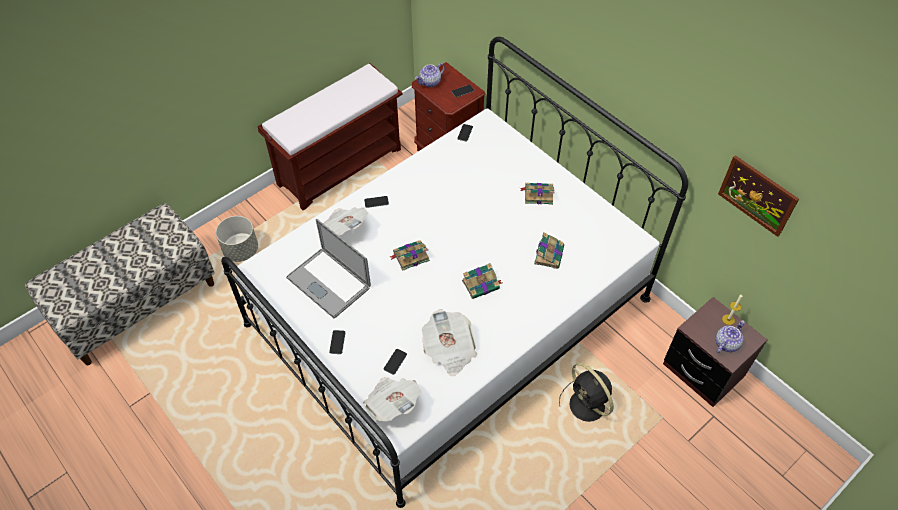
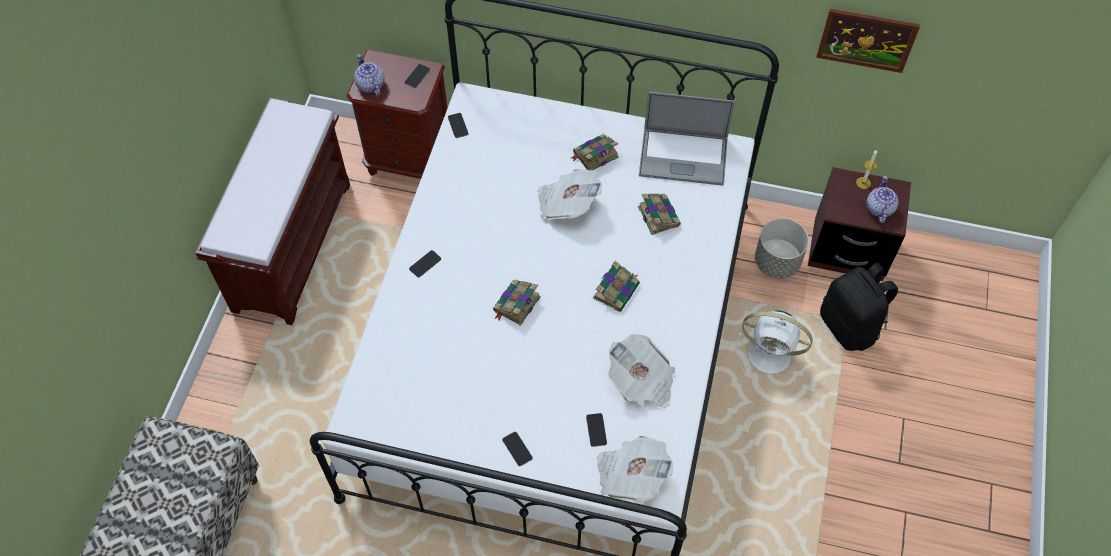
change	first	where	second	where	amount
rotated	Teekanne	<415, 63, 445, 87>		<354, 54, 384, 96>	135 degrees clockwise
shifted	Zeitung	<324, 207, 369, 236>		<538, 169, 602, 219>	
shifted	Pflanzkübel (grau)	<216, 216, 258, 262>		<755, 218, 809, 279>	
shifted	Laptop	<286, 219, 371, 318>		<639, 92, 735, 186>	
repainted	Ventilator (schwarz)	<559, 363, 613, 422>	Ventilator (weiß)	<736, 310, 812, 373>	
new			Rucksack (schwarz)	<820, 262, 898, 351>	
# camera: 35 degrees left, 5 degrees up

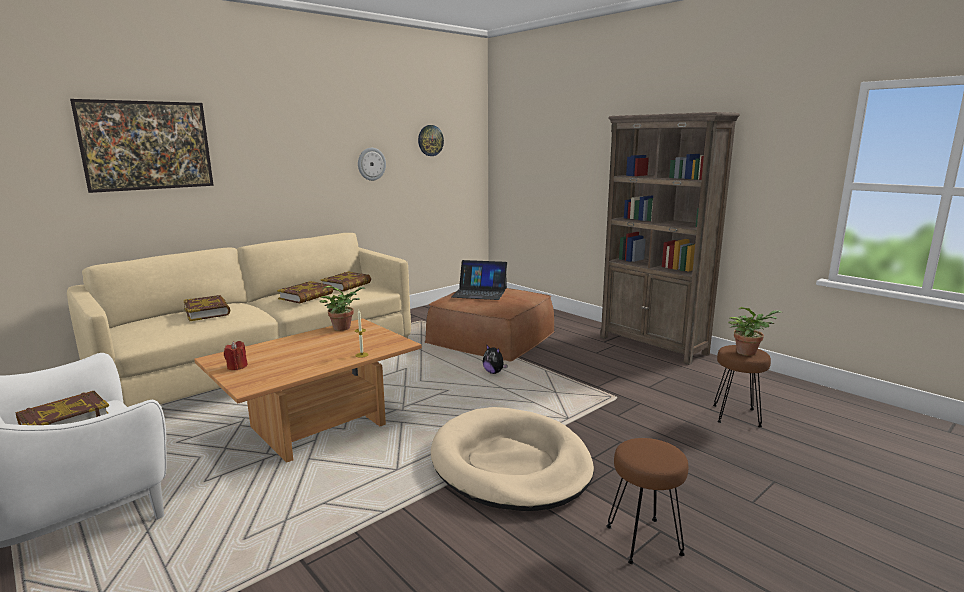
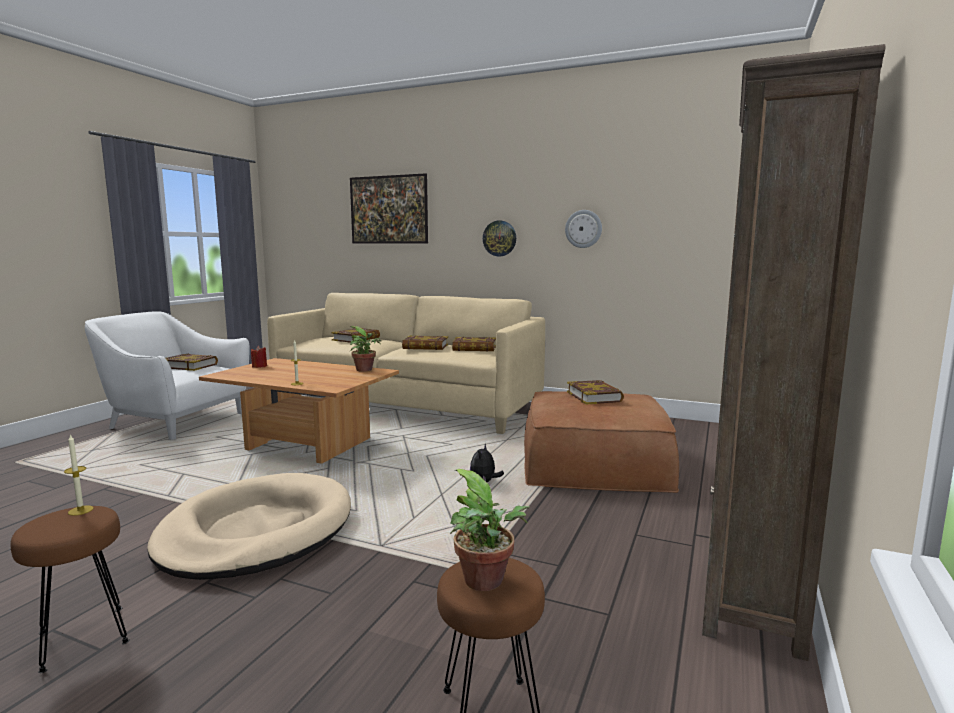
change	first	where	second	where	amount
shifted	Wanduhr	<418, 125, 444, 156>		<483, 220, 516, 256>	
swapped	Laptop	<452, 260, 507, 300>	Buch	<567, 380, 624, 404>	
new			Kerze	<64, 434, 93, 516>	
# camera: 65 degrees right, 5 degrees down

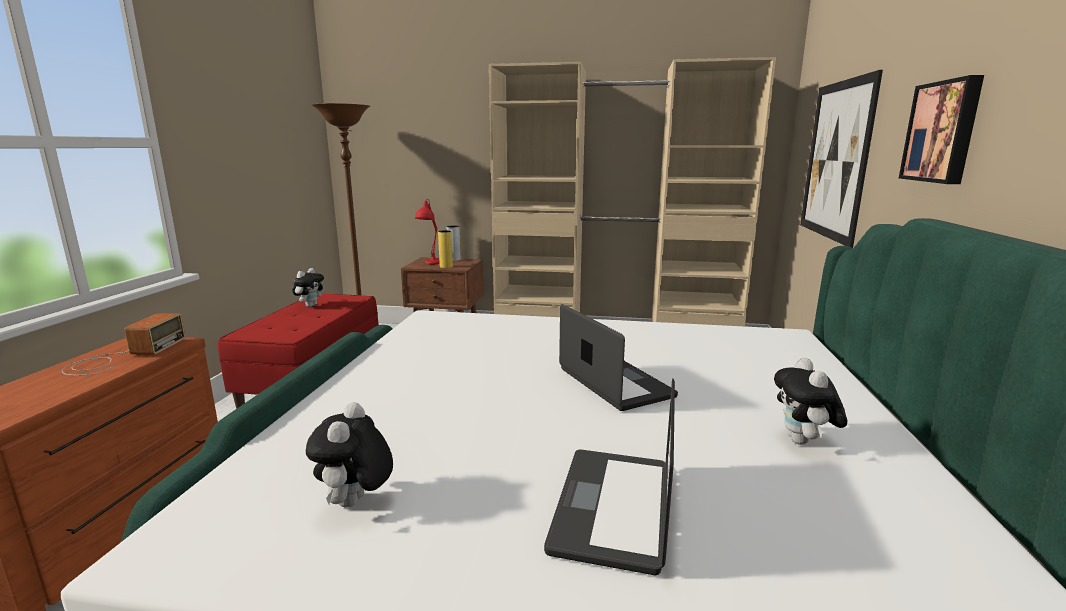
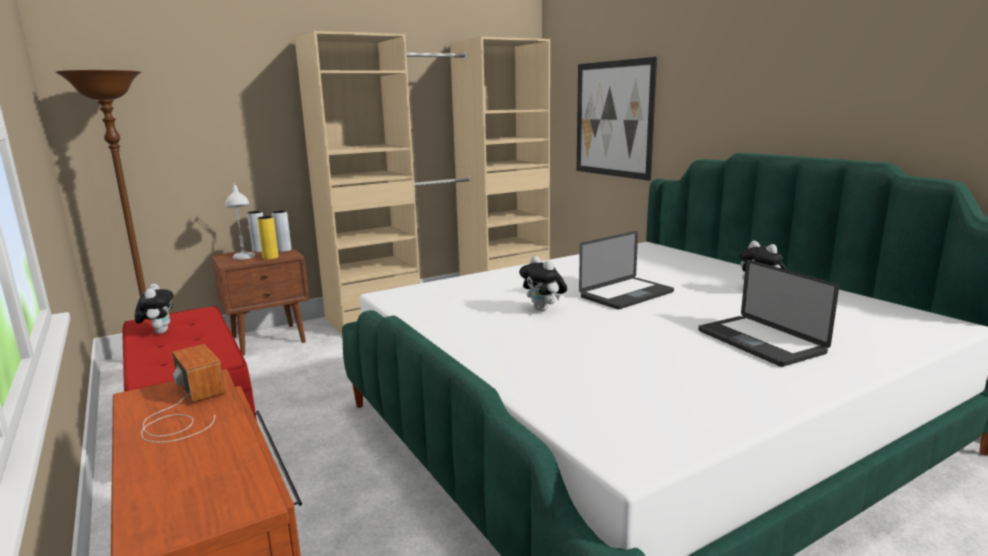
change	first	where	second	where	amount
gone	Bild	<899, 75, 984, 184>			
repainted	Tischlampe (rot)	<415, 199, 440, 265>	Tischlampe (weiß)	<225, 184, 255, 260>	
rotated	Laptop	<559, 304, 678, 411>		<579, 231, 674, 310>	120 degrees clockwise
shifted	Plüschtier	<306, 402, 393, 508>		<519, 256, 567, 312>	
new			Vase (grau)	<272, 210, 292, 252>	
# camera: 40 degrees left, 0 degrees up

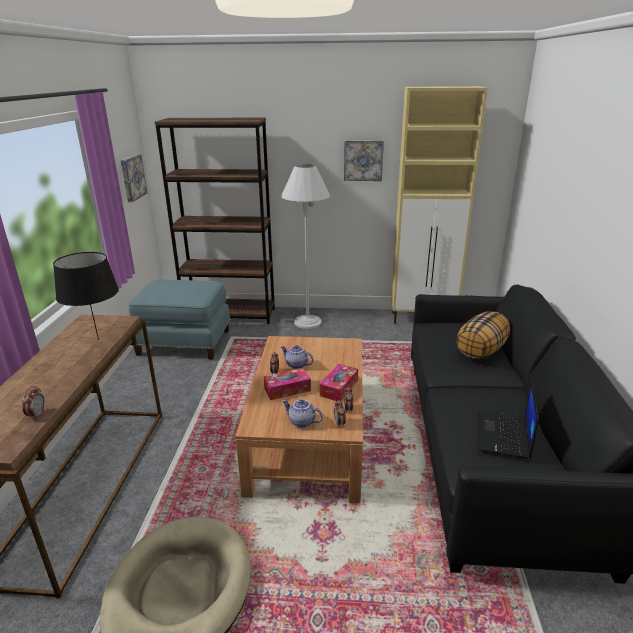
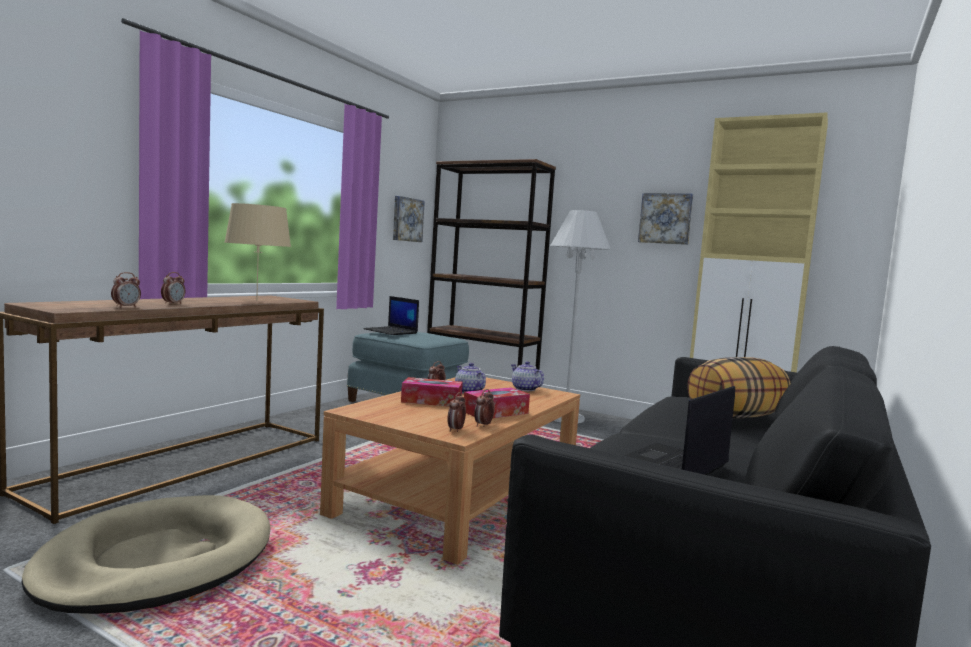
change	first	where	second	where	amount
repainted	Tischlampe (schwarz)	<53, 252, 119, 340>	Tischlampe (beige)	<225, 203, 291, 301>	
shifted	Teekanne	<282, 399, 323, 428>		<511, 361, 544, 391>	
new			Wecker	<161, 272, 185, 305>	
new			Laptop	<364, 296, 419, 335>	
# camera: 25 degrees right, 20 degrees down

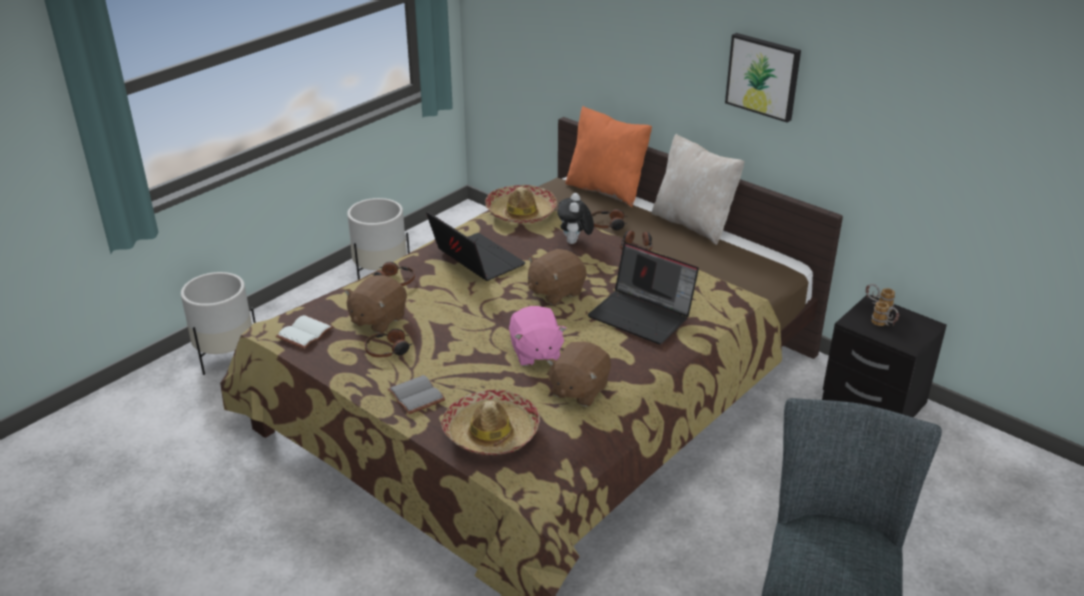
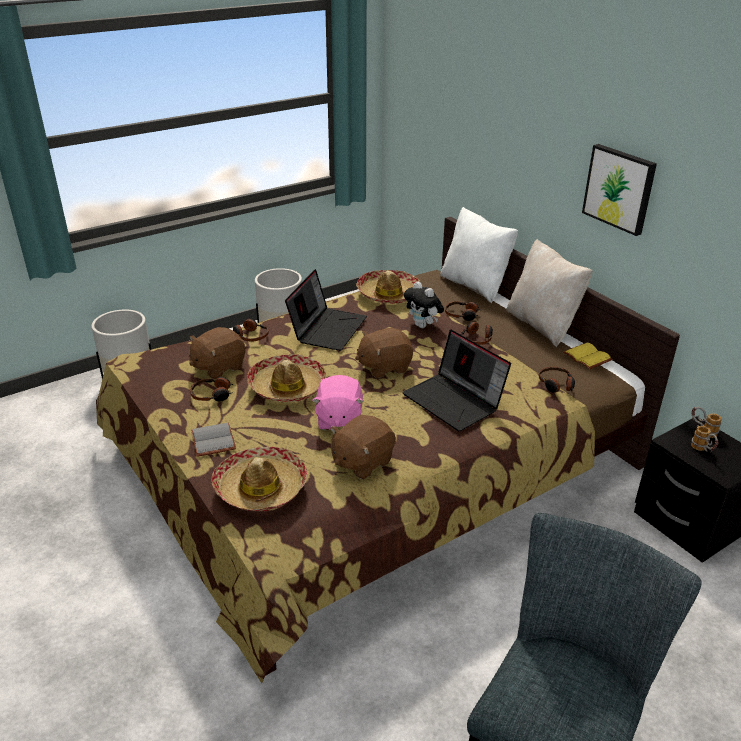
change	first	where	second	where	amount
repainted	Kissen (orange)	<565, 106, 652, 207>	Kissen (weiß)	<440, 207, 518, 303>	
rotated	Plüschtier	<557, 193, 594, 244>		<404, 281, 444, 328>	60 degrees counterclockwise
rotated	Laptop	<426, 211, 526, 281>		<285, 269, 367, 351>	45 degrees clockwise
gone	Buch (weiß)	<276, 315, 334, 349>			
new			Buch (gelb)	<563, 342, 613, 369>	
new			Hut	<247, 354, 326, 402>	
new			Kopfhörer	<539, 367, 575, 393>	
# camera: 15 degrees right, 0 degrees up

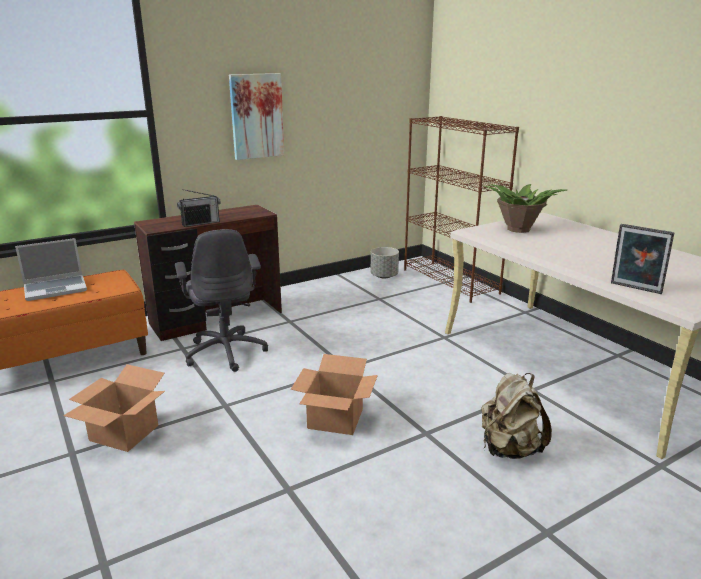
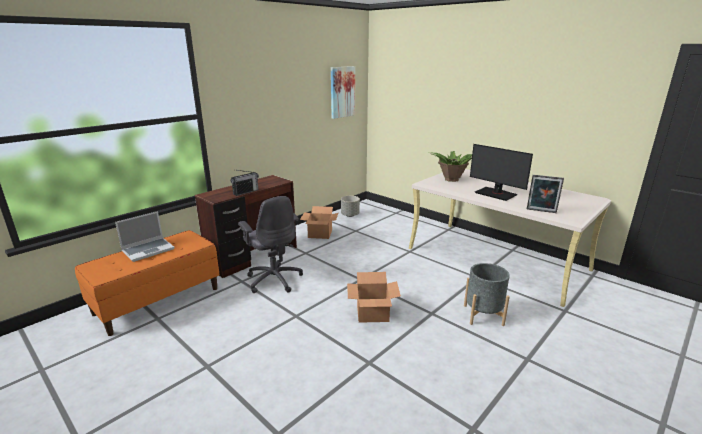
change	first	where	second	where	amount
shifted	Bild	<229, 73, 284, 160>		<331, 66, 355, 119>	
gone	Bücherregal (braun)	<404, 116, 519, 303>			
shifted	Karton	<63, 364, 165, 452>		<300, 206, 338, 239>	
swapped	Rucksack (beige)	<481, 373, 552, 459>	Pflanzkübel (grau)	<464, 263, 510, 326>	
new			Monitor	<470, 144, 533, 201>	
# camera: 15 degrees left, 0 degrees up

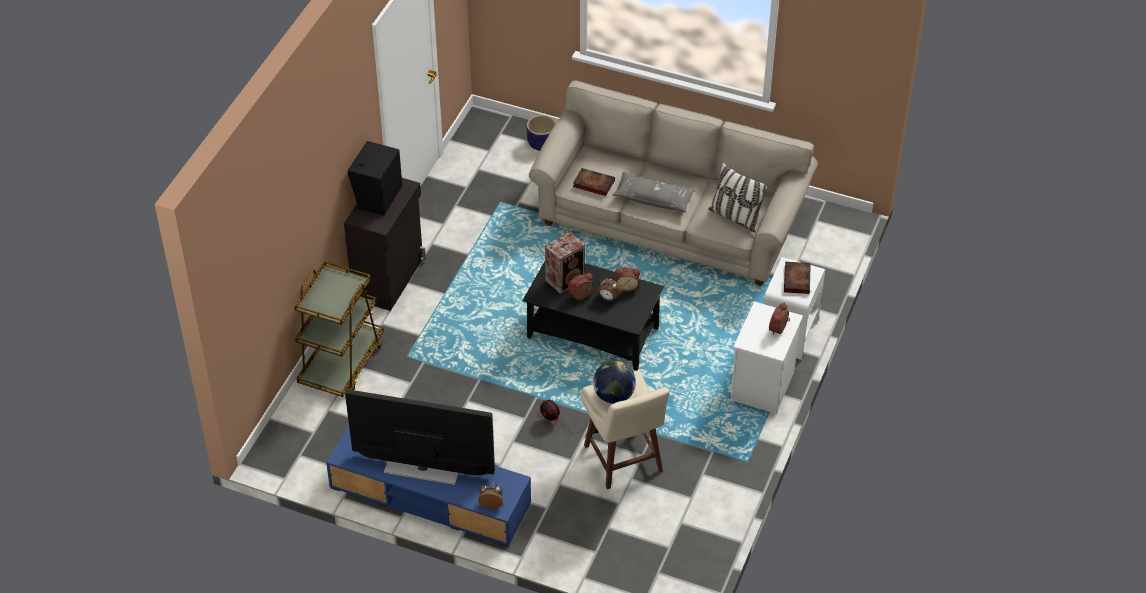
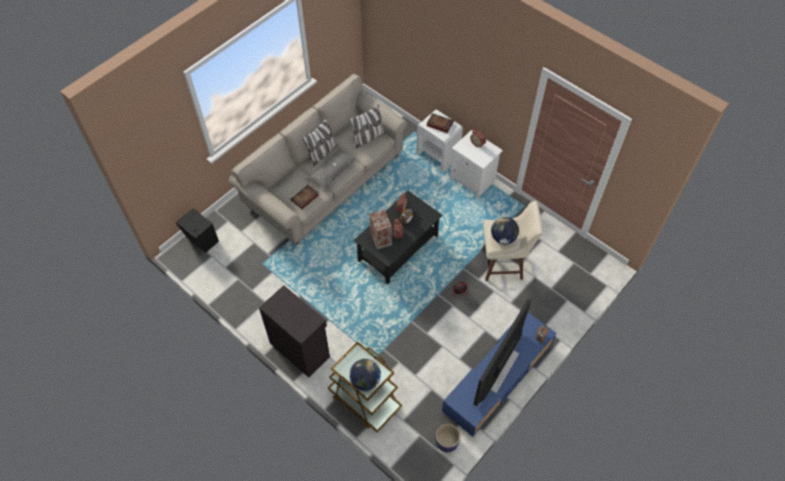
change	first	where	second	where	amount
shifted	Pflanzkübel	<527, 115, 556, 151>		<435, 424, 460, 453>	
shifted	Lautsprecher (schwarz)	<348, 141, 402, 215>		<176, 208, 219, 253>	
new			Kissen	<302, 117, 338, 166>	
new			Globus	<349, 359, 381, 391>	
# camera: 70 degrees left, 10 degrees up

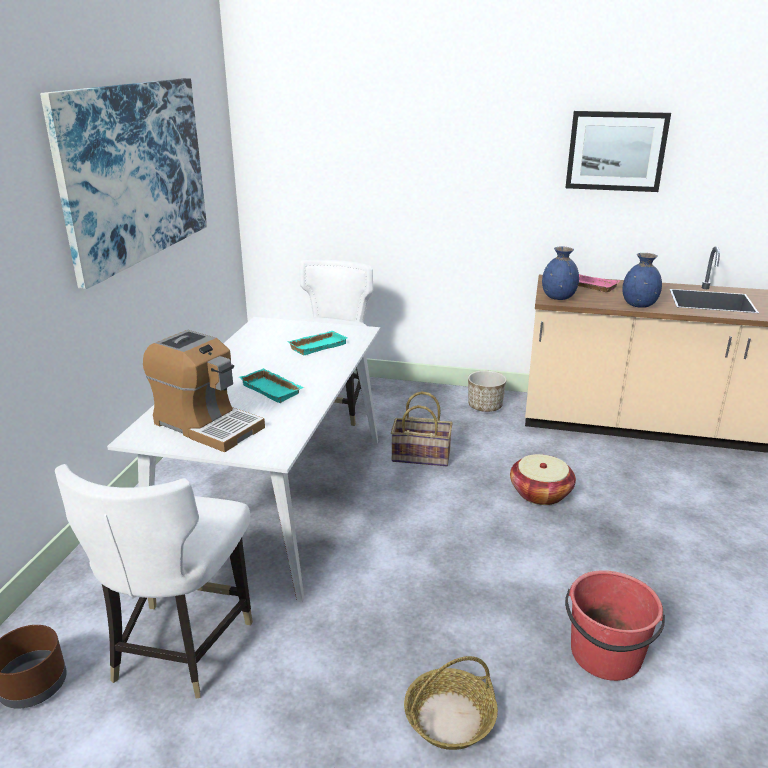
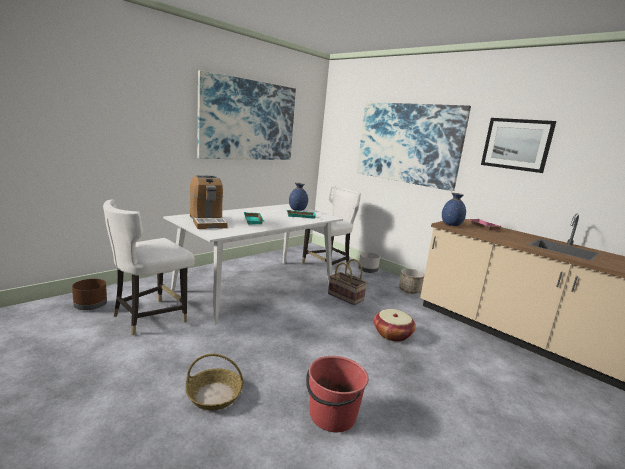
change	first	where	second	where	amount
shifted	Vase (blau)	<622, 253, 662, 308>		<289, 183, 308, 211>	
new			Bild	<357, 102, 471, 191>	
new			Pflanzkübel (grau)	<358, 252, 380, 273>	
# camera: 30 degrees right, 10 degrees down

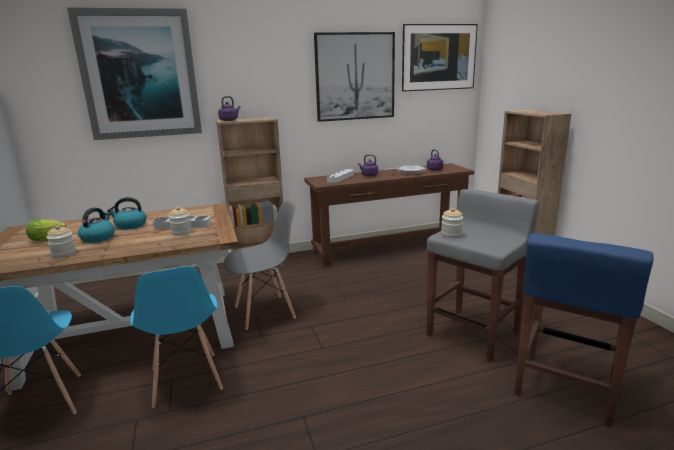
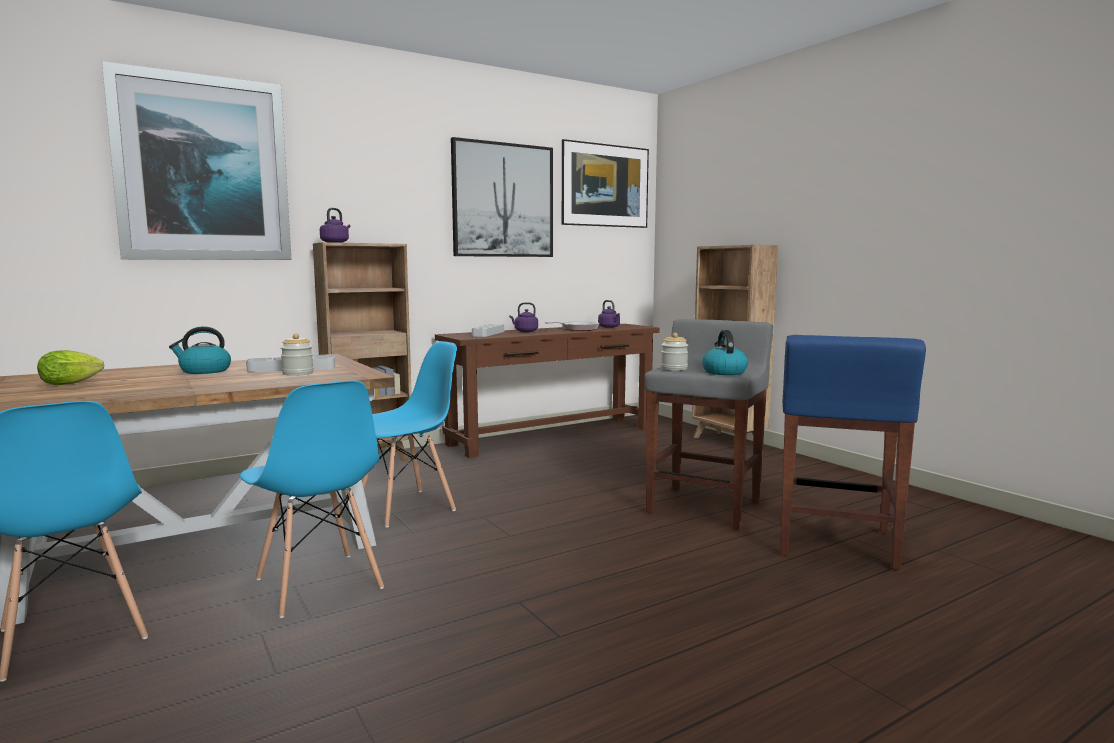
change	first	where	second	where	amount
repainted	Stuhl (grau)	<224, 200, 296, 330>	Stuhl (blau)	<362, 341, 457, 528>	
shifted	Wasserkessel	<78, 208, 115, 243>		<702, 330, 748, 375>	
gone	Vorratsglas	<46, 225, 76, 258>			
# camera: 15 degrees left, 10 degrees down

